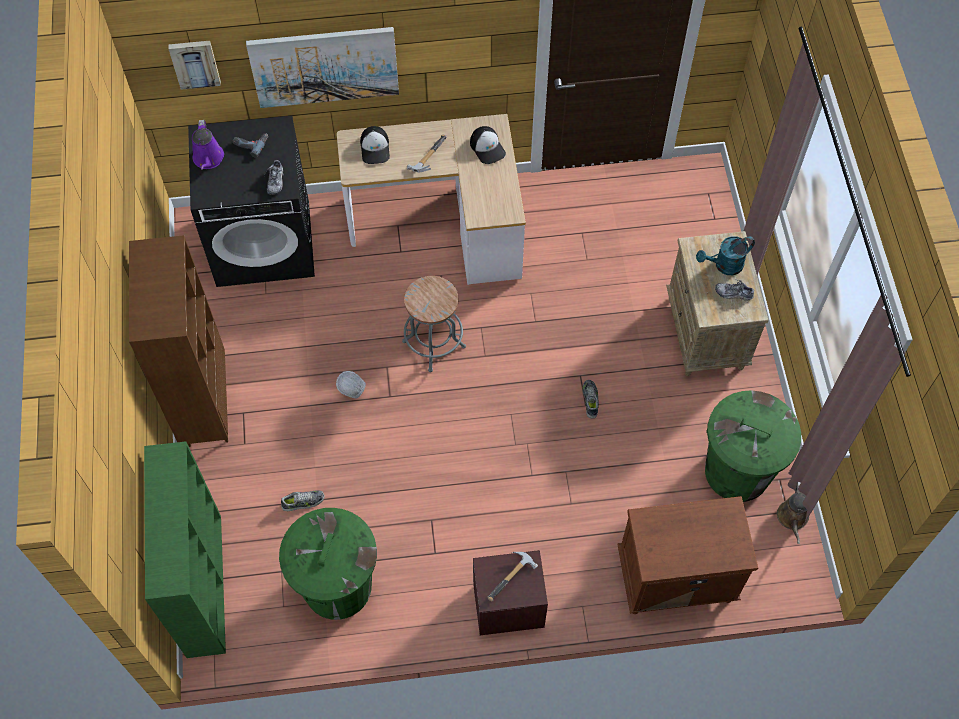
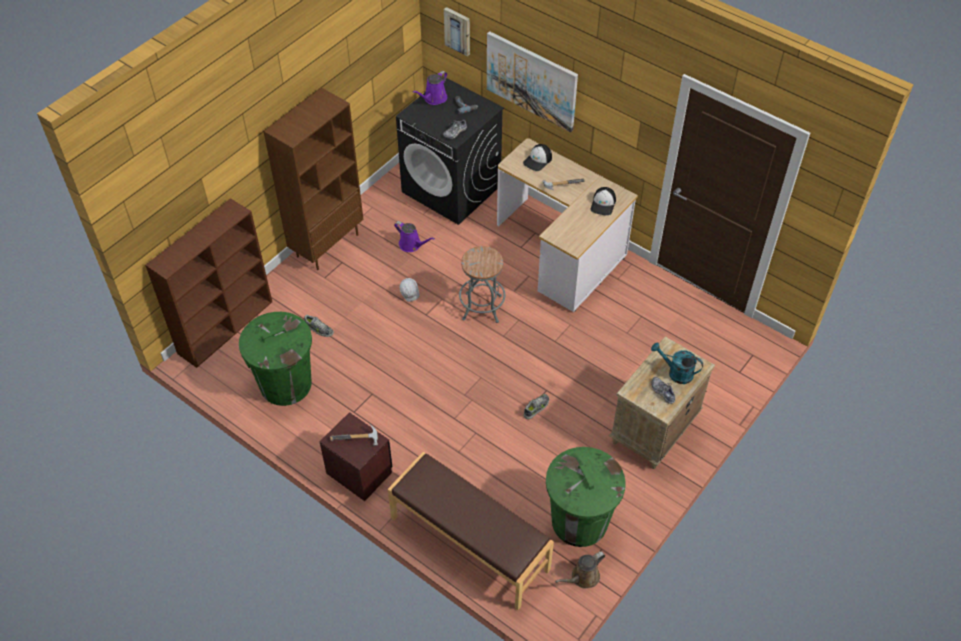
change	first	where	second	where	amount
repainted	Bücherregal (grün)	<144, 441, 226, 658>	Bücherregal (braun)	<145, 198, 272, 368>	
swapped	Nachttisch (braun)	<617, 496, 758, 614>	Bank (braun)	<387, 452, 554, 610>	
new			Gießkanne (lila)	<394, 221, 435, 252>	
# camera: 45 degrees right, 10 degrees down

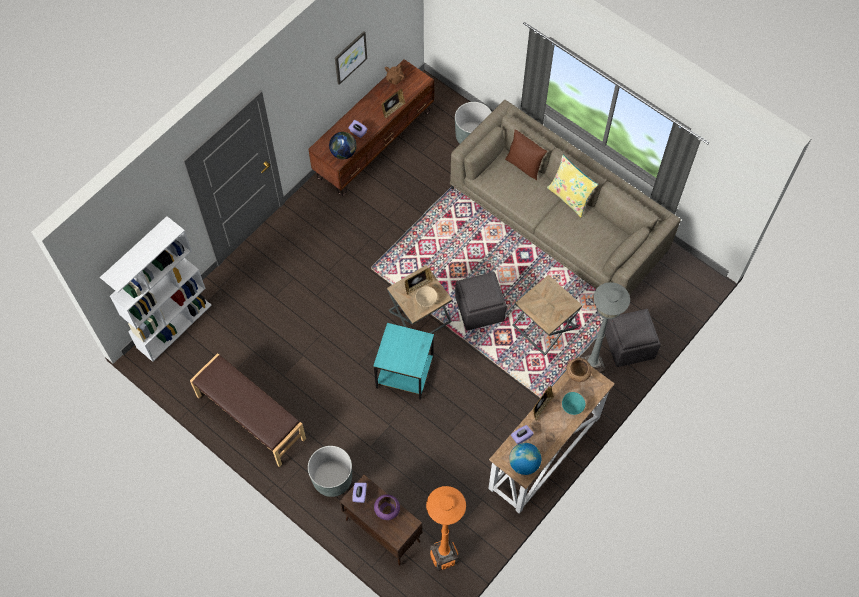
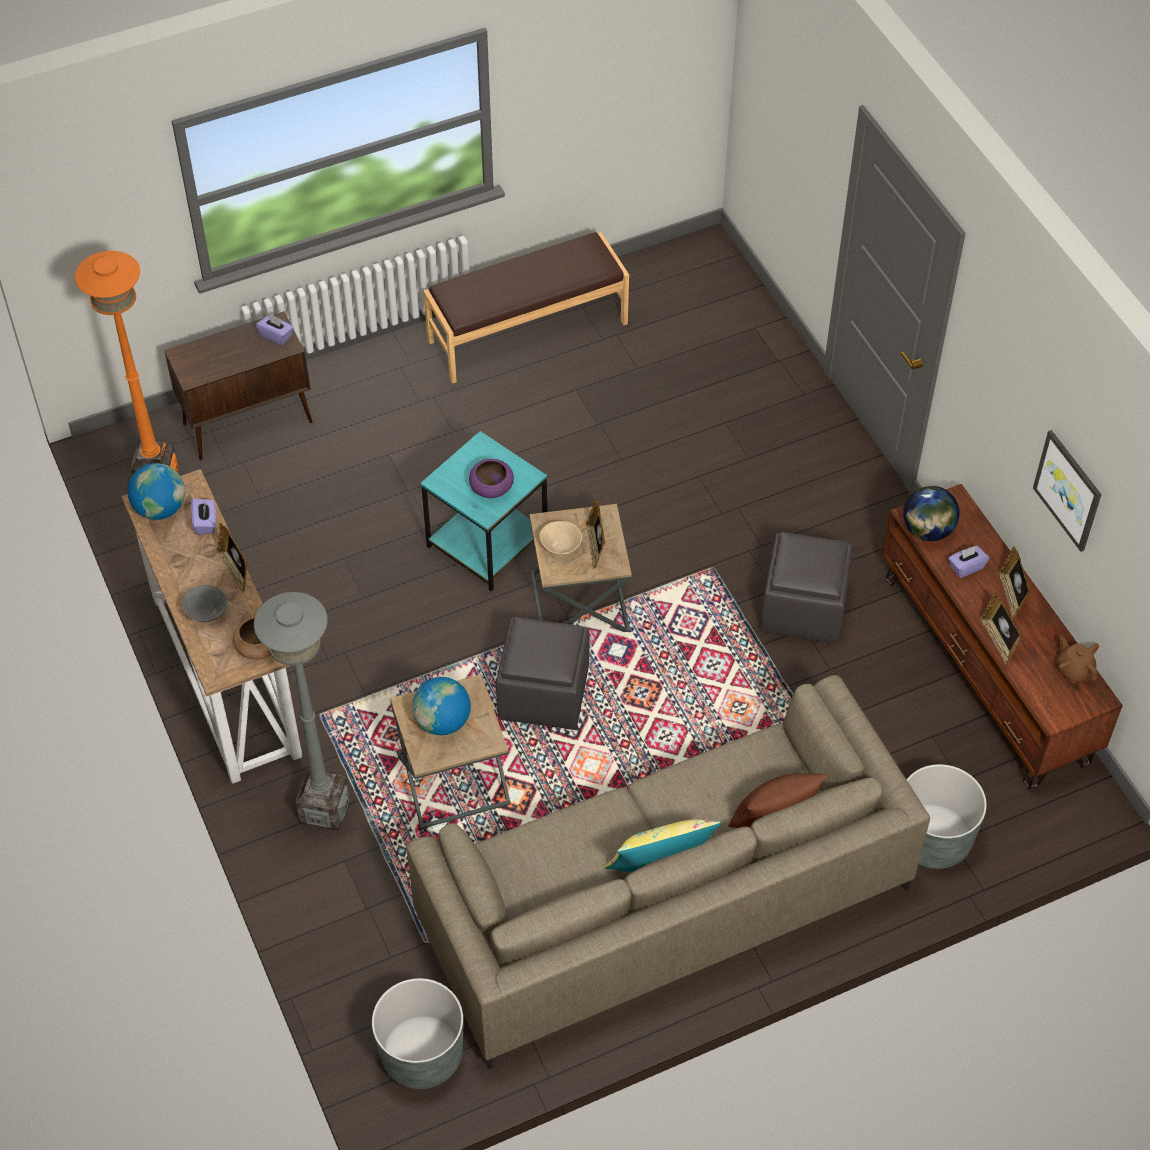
change	first	where	second	where	amount
gone	Bücherregal (weiß)	<100, 216, 211, 362>			
shifted	Polsterhocker (grau)	<605, 309, 661, 367>		<761, 532, 853, 644>	
repainted	Schüssel (türkis)	<562, 392, 585, 415>	Schüssel (grau)	<182, 585, 228, 622>	
shifted	Pflanzkübel (grau)	<308, 446, 352, 497>		<372, 978, 463, 1089>	
shifted	Schüssel (lila)	<374, 494, 400, 520>		<469, 459, 514, 498>	
new			Bilderrahmen	<999, 547, 1030, 619>	
new			Globus	<412, 677, 471, 735>	
# camera: 115 degrees right, 10 degrees down

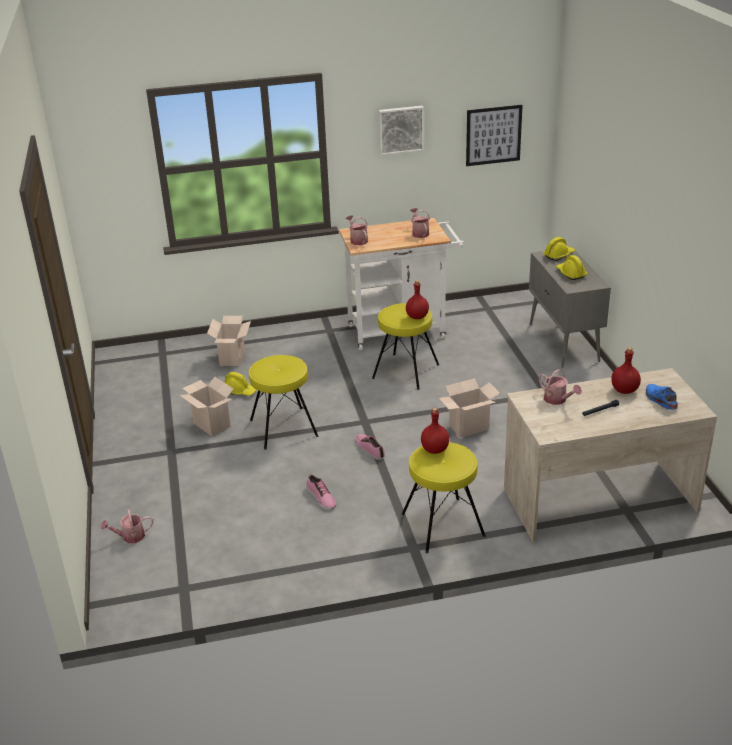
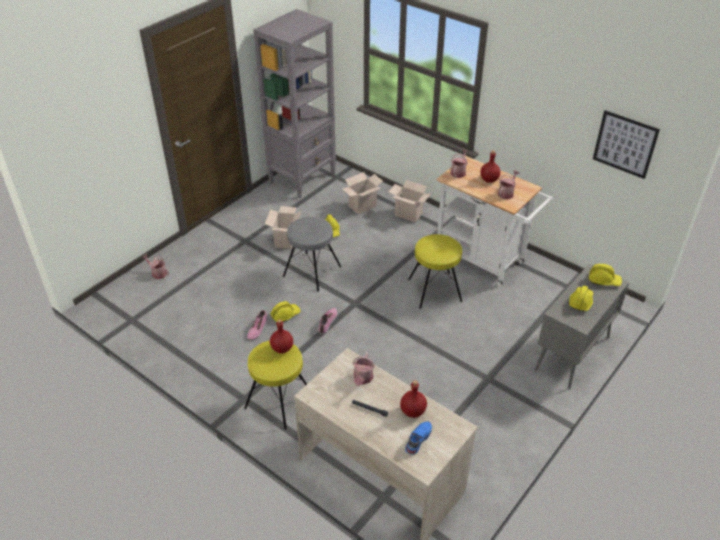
change	first	where	second	where	amount
gone	Bild	<379, 106, 424, 155>			
shifted	Flasche (rot)	<406, 280, 429, 319>		<480, 150, 500, 183>	
repainted	Hocker (gelb)	<249, 355, 318, 450>	Hocker (grau)	<283, 217, 341, 292>	
shifted	Karton	<439, 378, 500, 438>		<388, 180, 431, 222>	
new			Bücherregal (grau)	<253, 9, 336, 198>	
new			Schutzhelm (gelb)	<270, 301, 301, 322>	
# camera: 50 degrees right, 10 degrees up

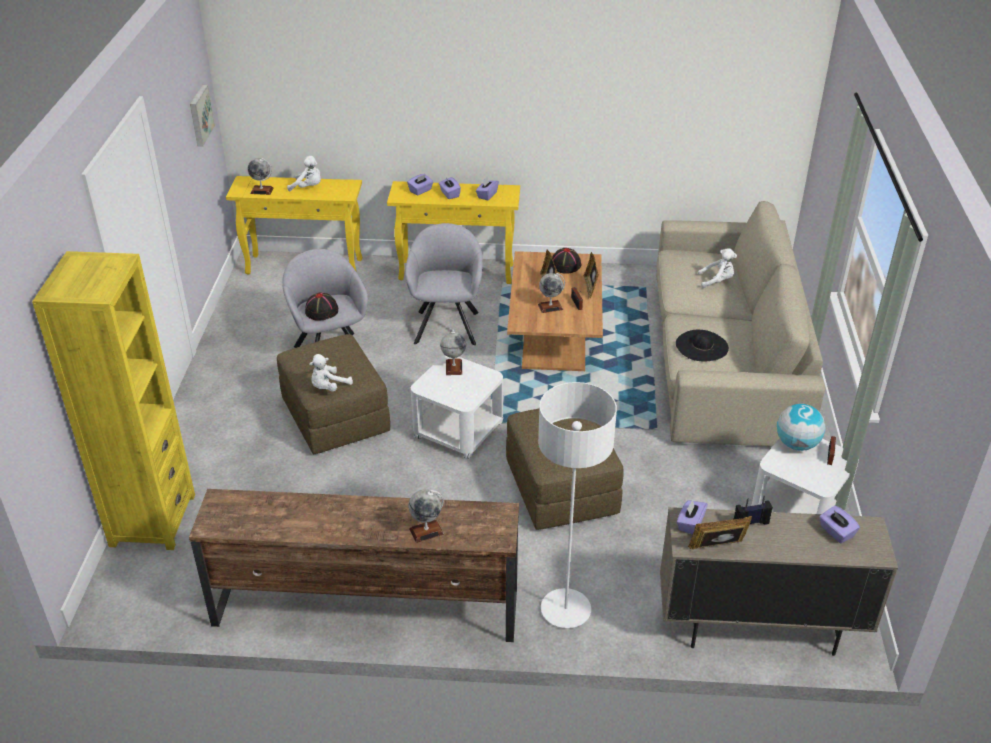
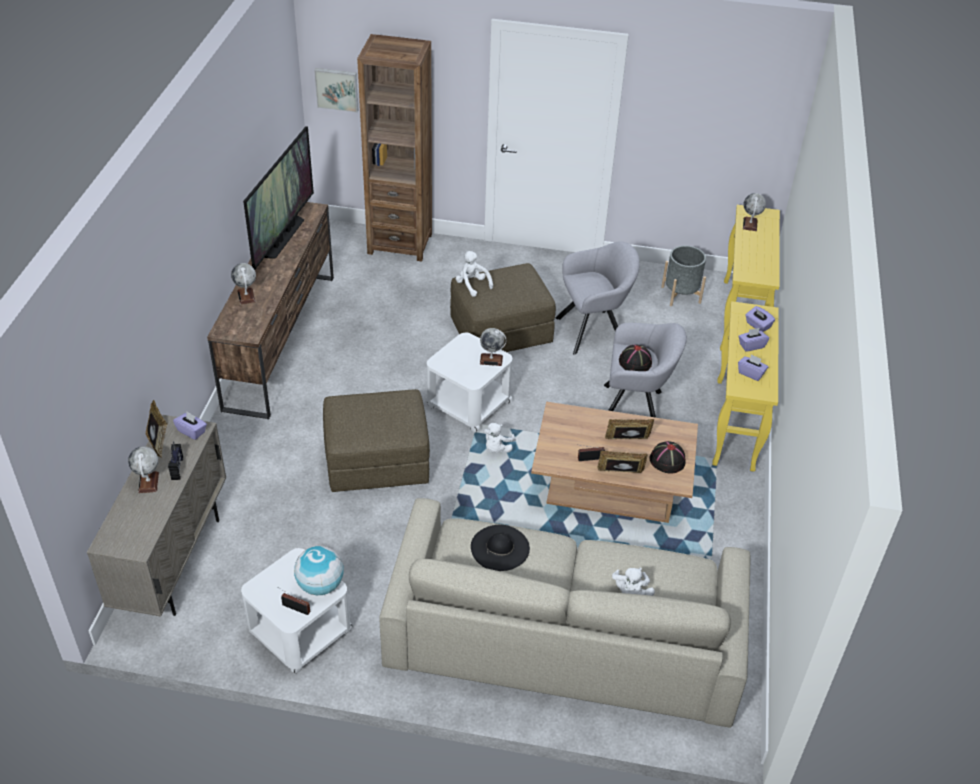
change	first	where	second	where	amount
shifted	Bild	<190, 85, 215, 147>		<314, 68, 358, 112>	
shifted	Plüschtier (weiß)	<287, 156, 321, 191>		<483, 423, 516, 453>	
repainted	Bücherregal (gelb)	<32, 251, 195, 550>	Bücherregal (braun)	<357, 34, 432, 261>	
shifted	Globus	<538, 273, 565, 313>		<128, 446, 159, 493>	
shifted	Hut (schwarz)	<305, 292, 338, 320>		<619, 344, 652, 371>	
gone	Stehlampe (weiß)	<538, 382, 617, 628>			
gone	Taschentuchbox (lila)	<820, 505, 860, 543>			
new			Fernseher	<243, 126, 314, 270>	
new			Pflanzkübel (grau)	<661, 245, 706, 306>	
# camera: 95 degrees right, 5 degrees up

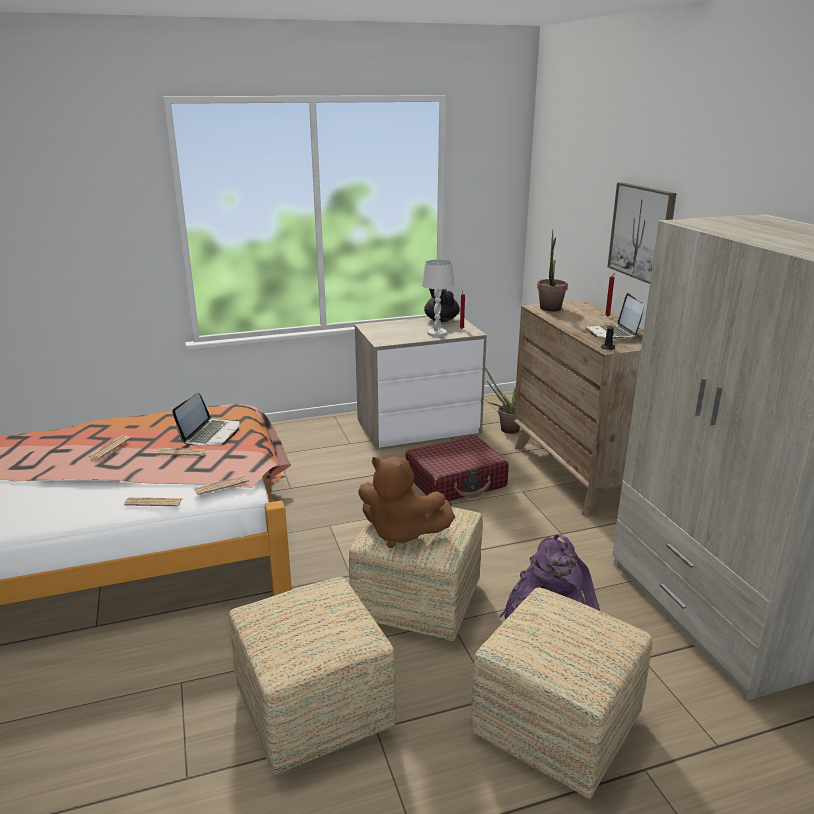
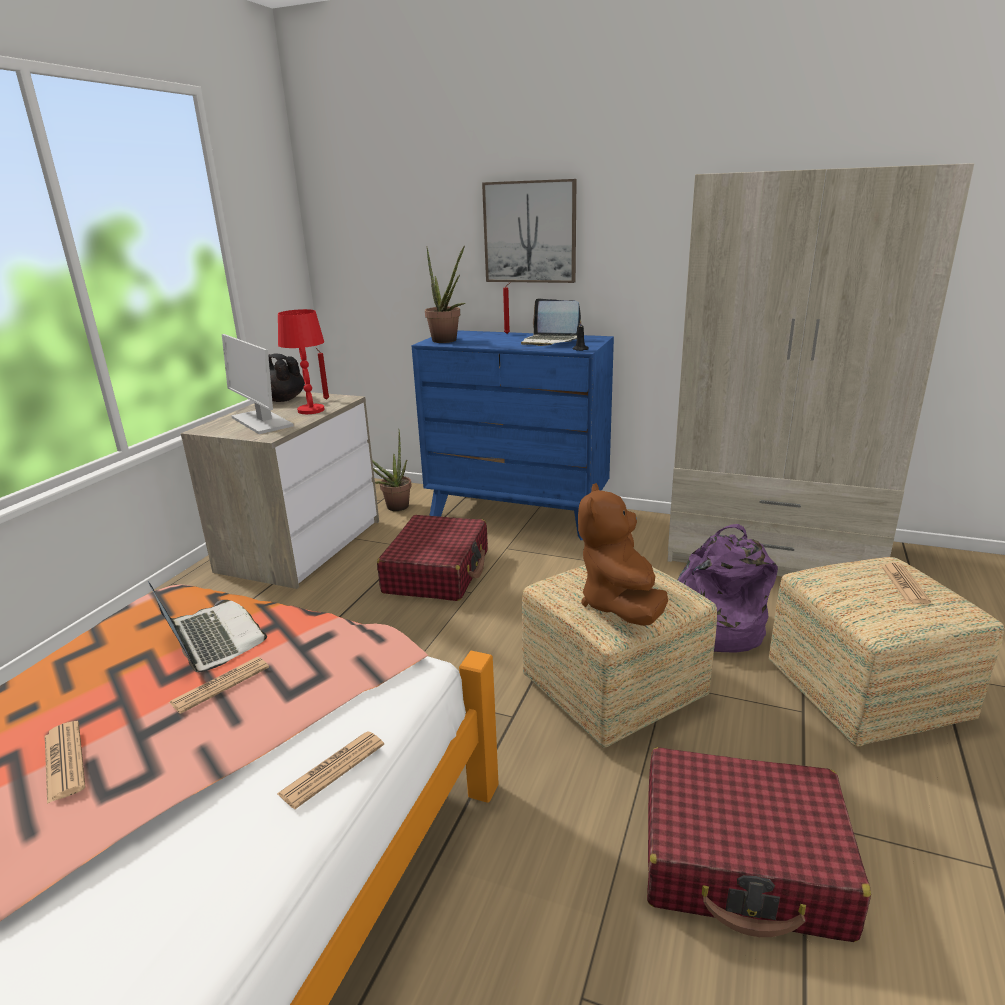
change	first	where	second	where	amount
repainted	Tischlampe (weiß)	<422, 260, 455, 337>	Tischlampe (rot)	<278, 309, 325, 414>	
repainted	Kommode (braun)	<514, 300, 644, 517>	Kommode (blau)	<411, 330, 614, 540>	
rotated	Plüschtier (braun)	<358, 456, 455, 548>		<578, 483, 668, 626>	120 degrees clockwise
shifted	Zeitung	<194, 475, 249, 495>		<881, 563, 931, 604>	
swapped	Polsterhocker	<229, 577, 396, 775>	Koffer (rot)	<647, 747, 871, 942>	
new			Monitor	<222, 334, 294, 434>	
# camera: 50 degrees left, 0 degrees up

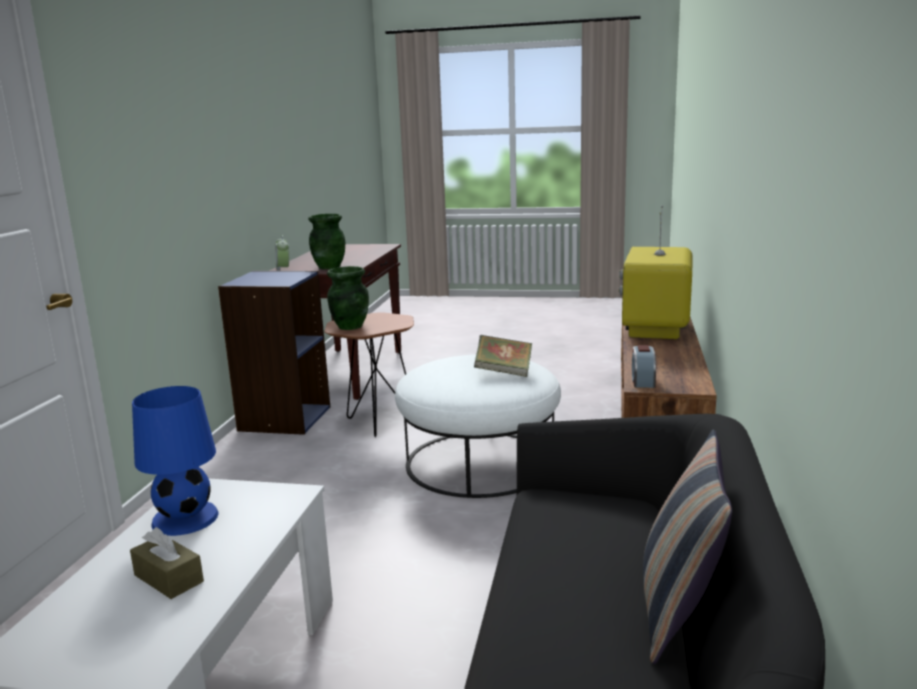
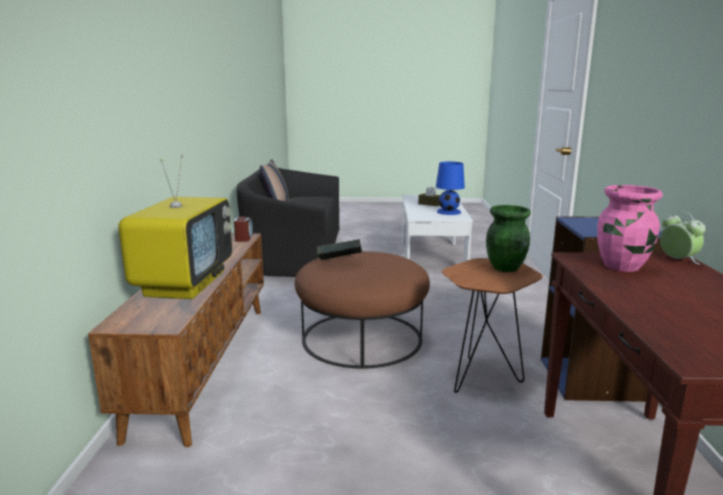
change	first	where	second	where	amount
repainted	Vase (grün)	<308, 214, 345, 269>	Vase (rosa)	<597, 185, 663, 272>	
repainted	Polsterhocker (weiß)	<395, 354, 561, 498>	Polsterhocker (braun)	<295, 251, 430, 369>	
# camera: 170 degrees right, 0 degrees up

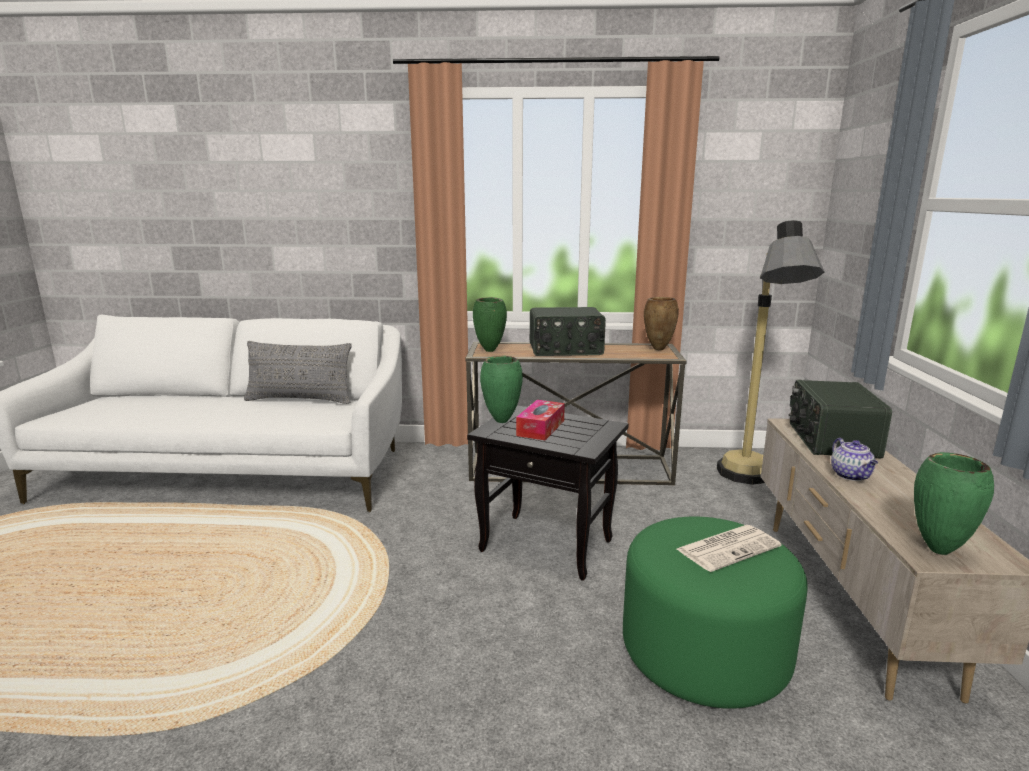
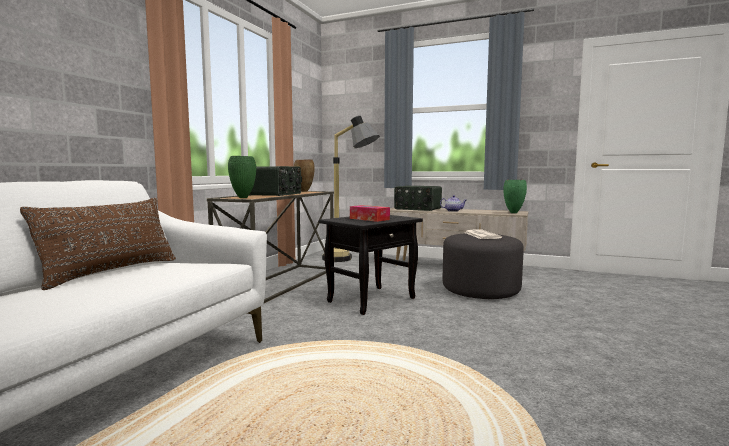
change	first	where	second	where	amount
repainted	Kissen (grau)	<244, 341, 352, 404>	Kissen (braun)	<20, 198, 176, 290>	
gone	Vase (grün)	<480, 356, 523, 423>			
repainted	Polsterhocker (grün)	<623, 516, 808, 709>	Polsterhocker (grau)	<443, 233, 524, 299>	
# camera: 70 degrees left, 10 degrees down

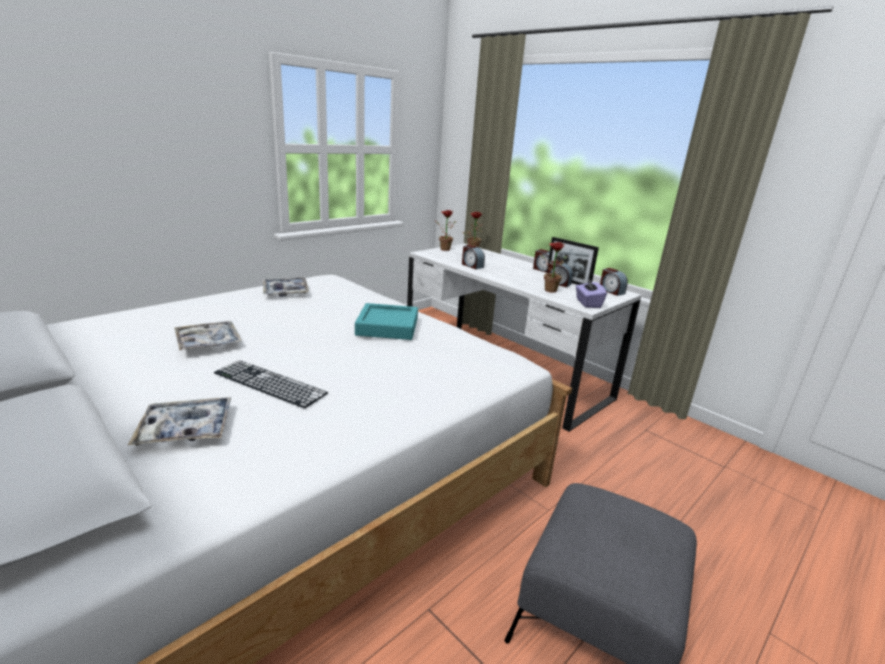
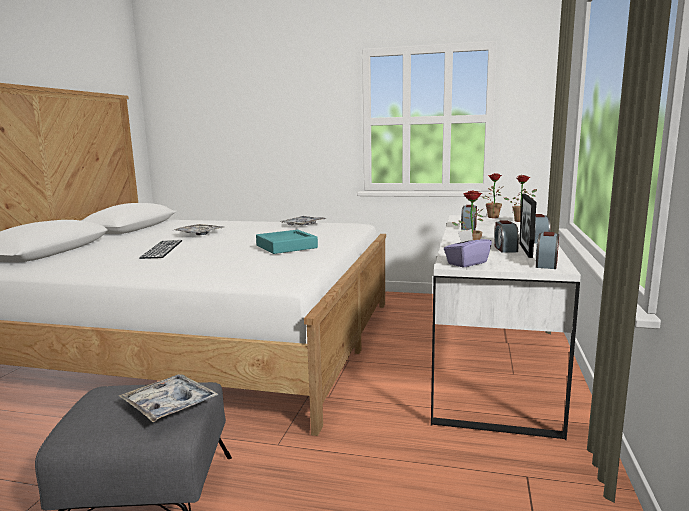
change	first	where	second	where	amount
shifted	Tablett	<128, 397, 231, 445>		<119, 374, 218, 422>	
# camera: 60 degrees right, 10 degrees down

